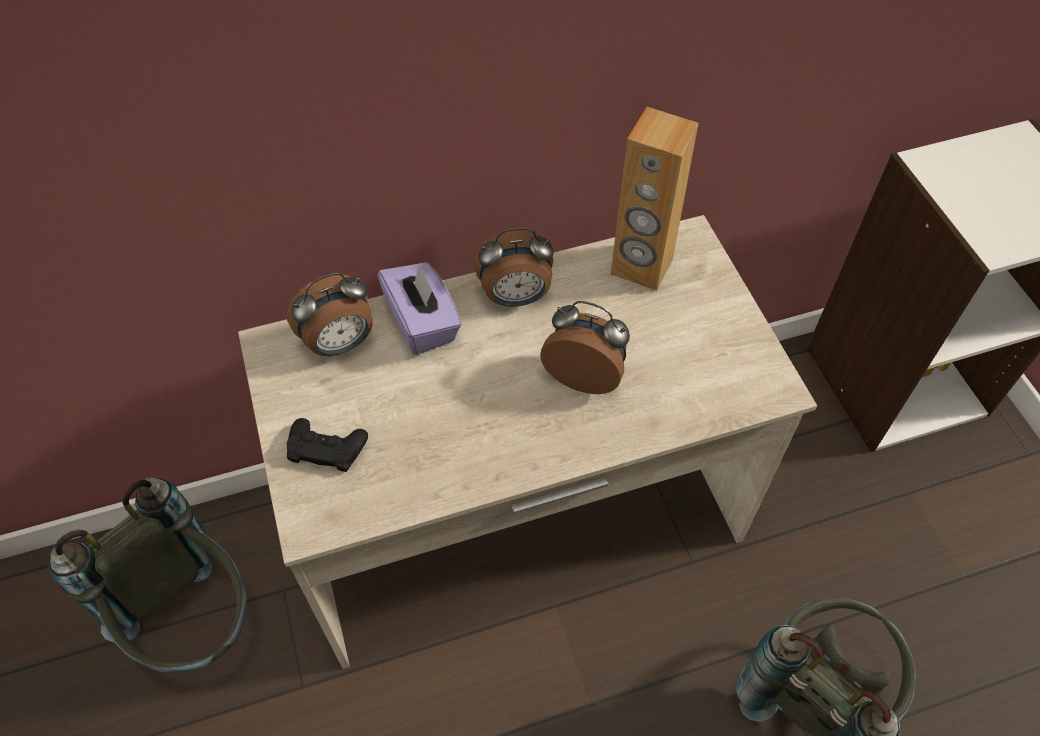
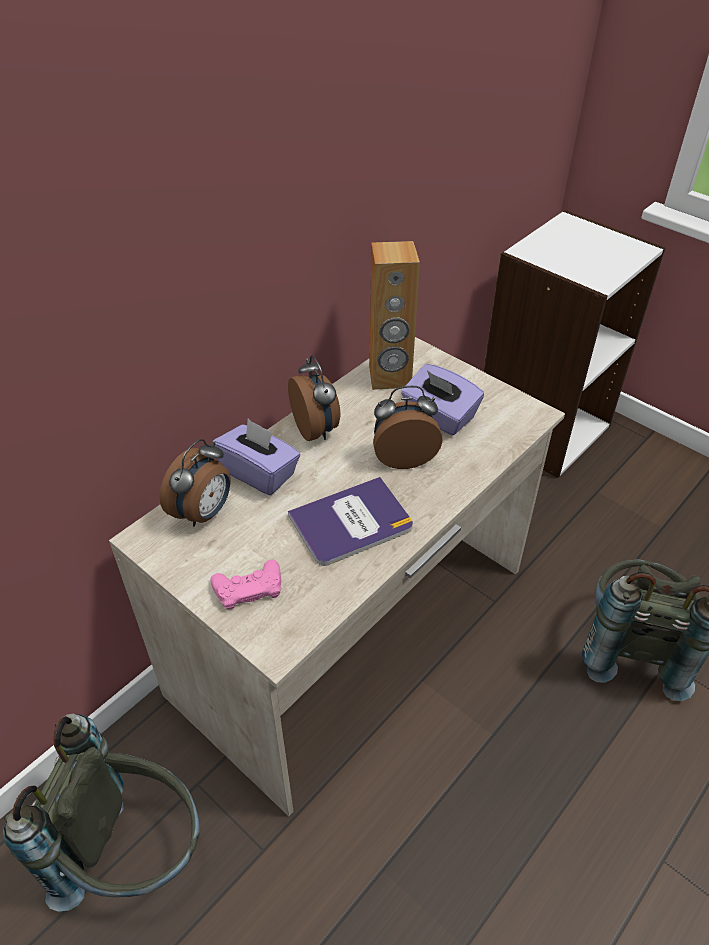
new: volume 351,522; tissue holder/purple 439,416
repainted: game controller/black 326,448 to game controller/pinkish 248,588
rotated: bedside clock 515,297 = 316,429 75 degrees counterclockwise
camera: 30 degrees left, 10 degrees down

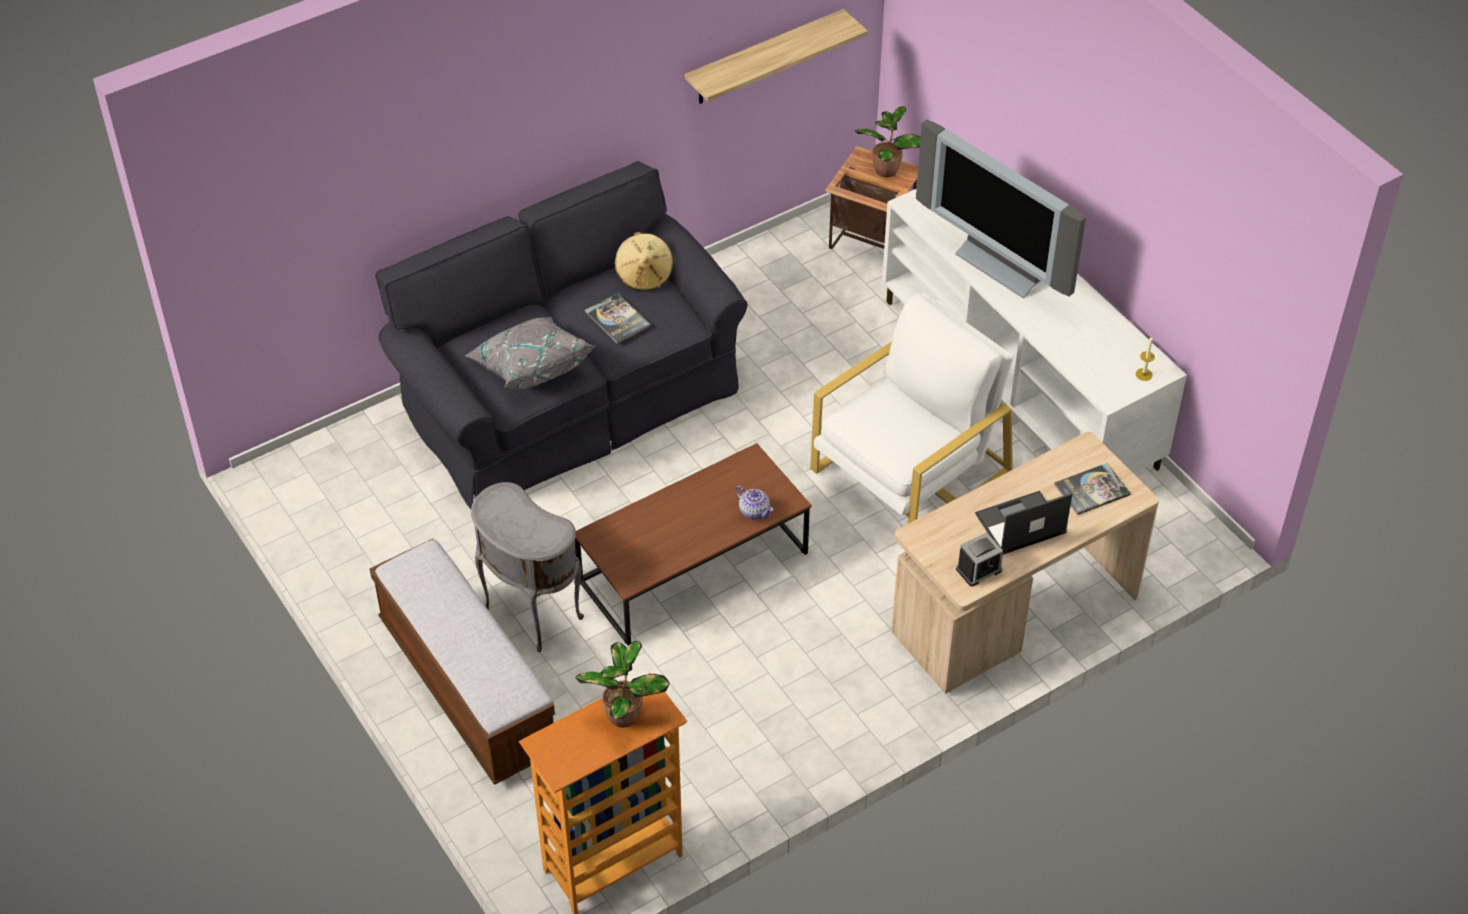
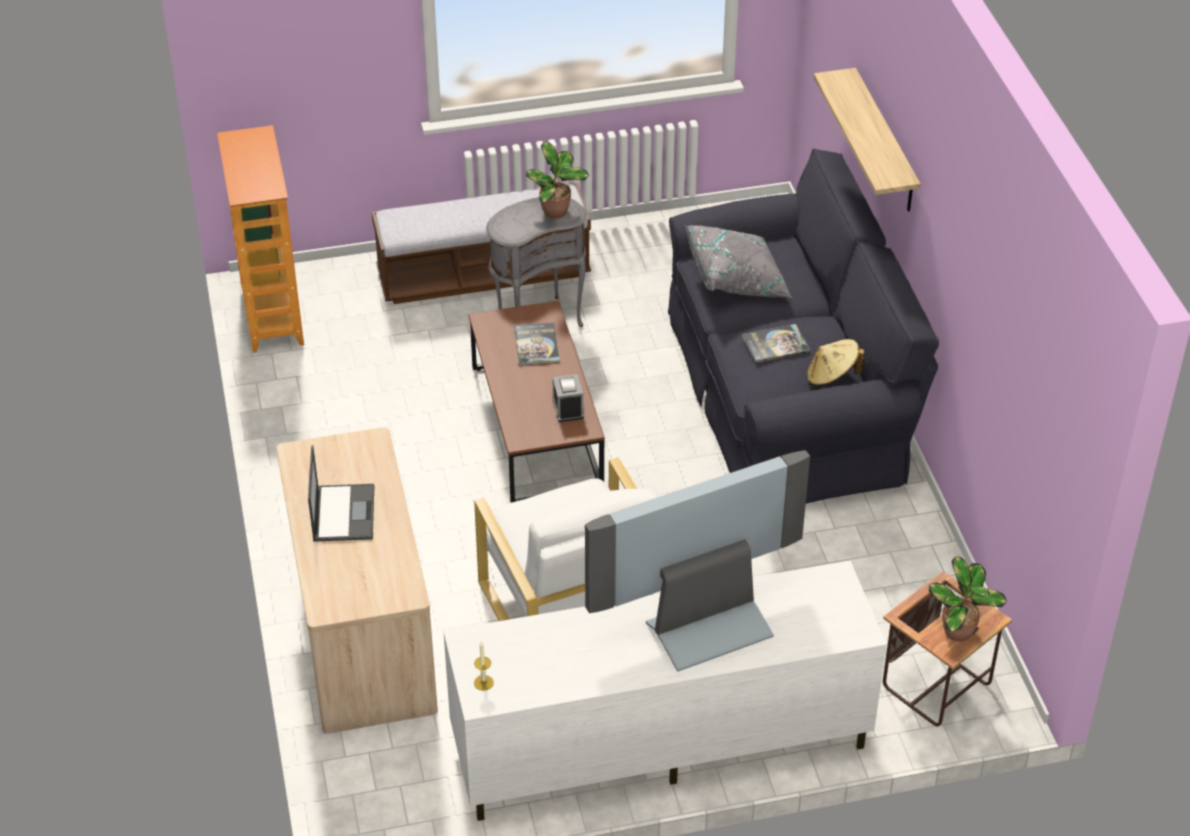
gone: teapot 754,511
shifted: houseplant 624,714 to 556,212; bracket shelf 765,58 to 885,142; bedside clock 978,569 to 568,408; volume 1092,490 to 536,345
camera: 110 degrees right, 5 degrees down

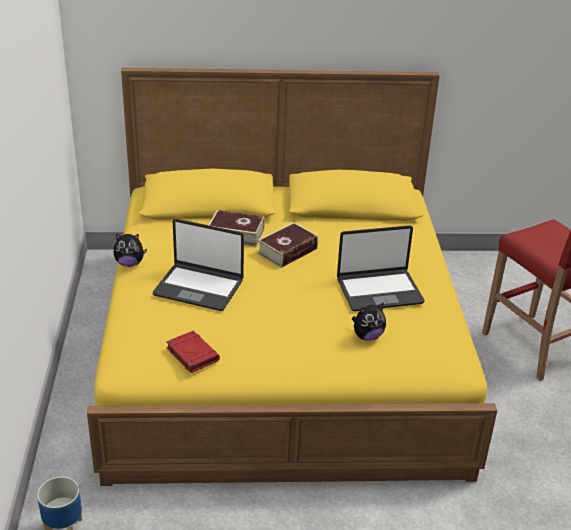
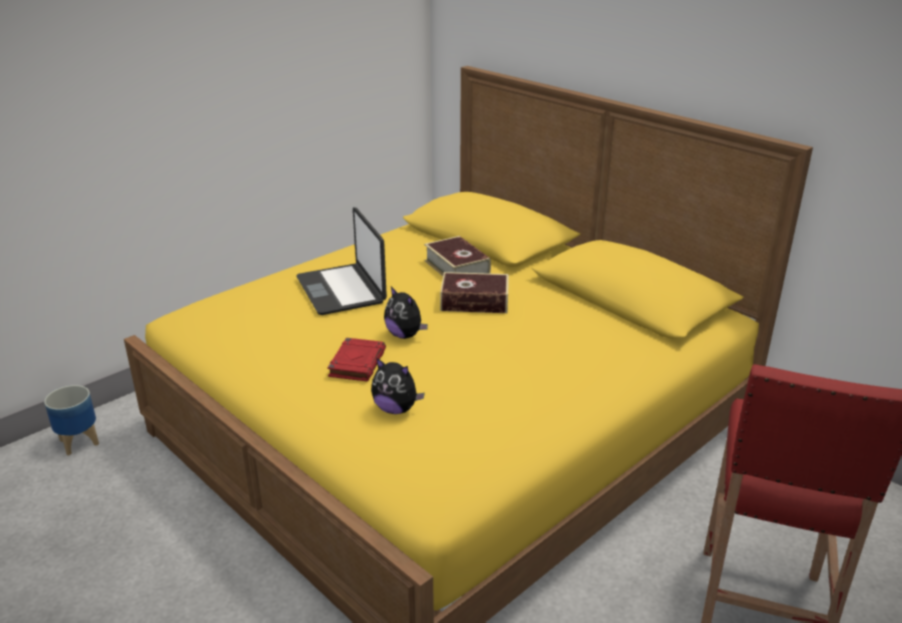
gone: notebook computer 379,291
shifted: soft toy 129,264 to 405,335; volume/reddish 192,354 to 357,363
camera: 50 degrees right, 5 degrees down

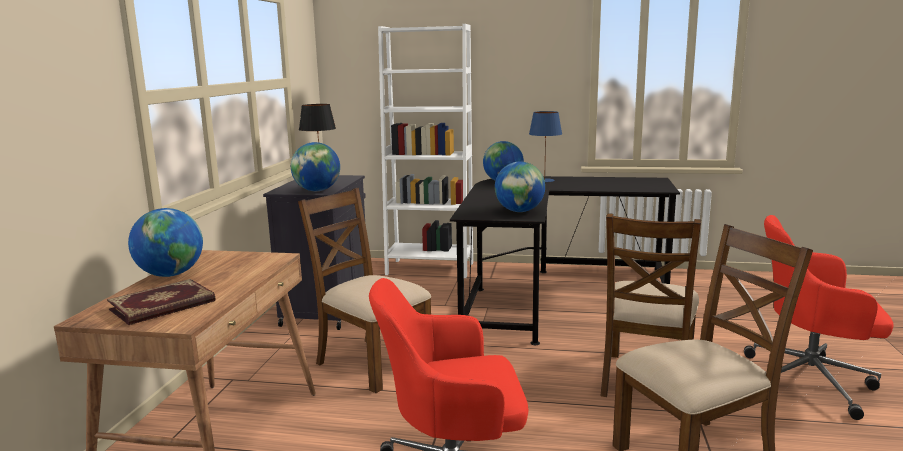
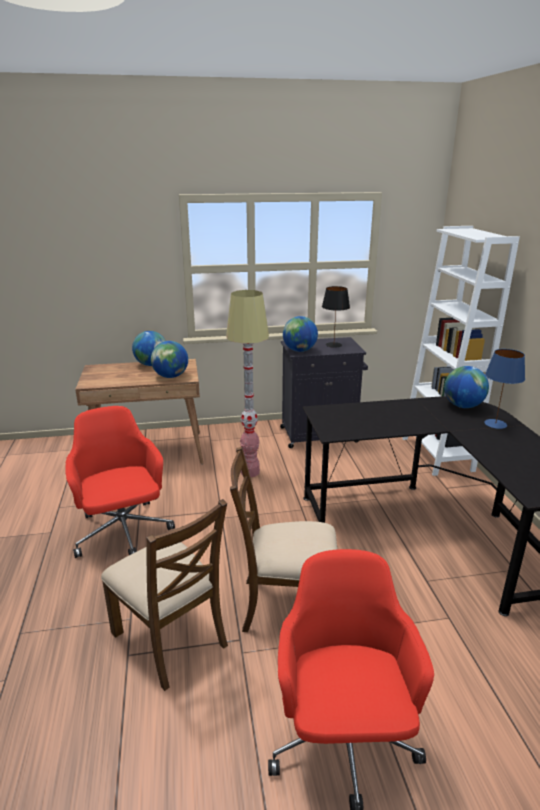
gone: volume 163,306
shifted: world globe 519,211 to 171,376
swapped: chair/brown 371,363 to floor lamp 250,472
camera: 70 degrees right, 10 degrees up

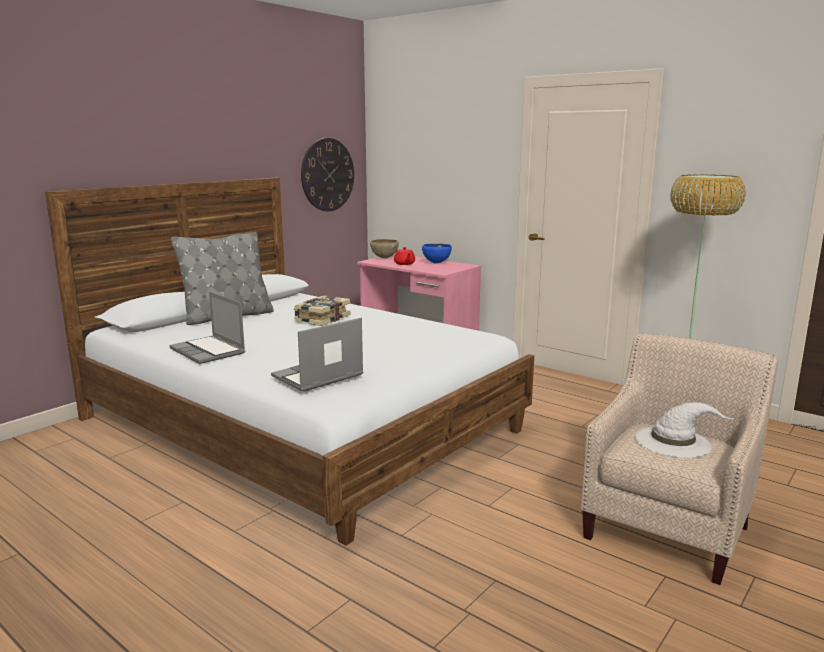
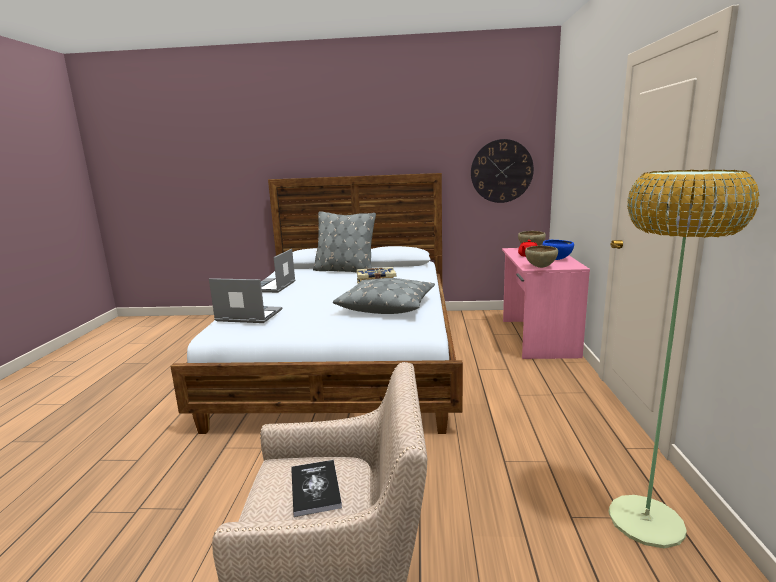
new: pillow/greyish 387,306; bowl/brown 540,267
swapped: wearable hat/white-coloured 674,441 to volume 315,488
camera: 55 degrees right, 0 degrees up

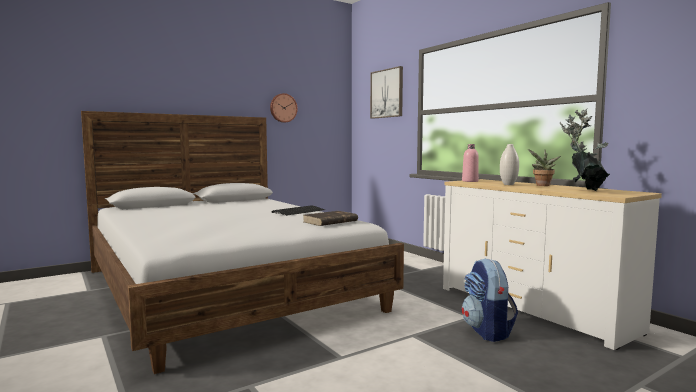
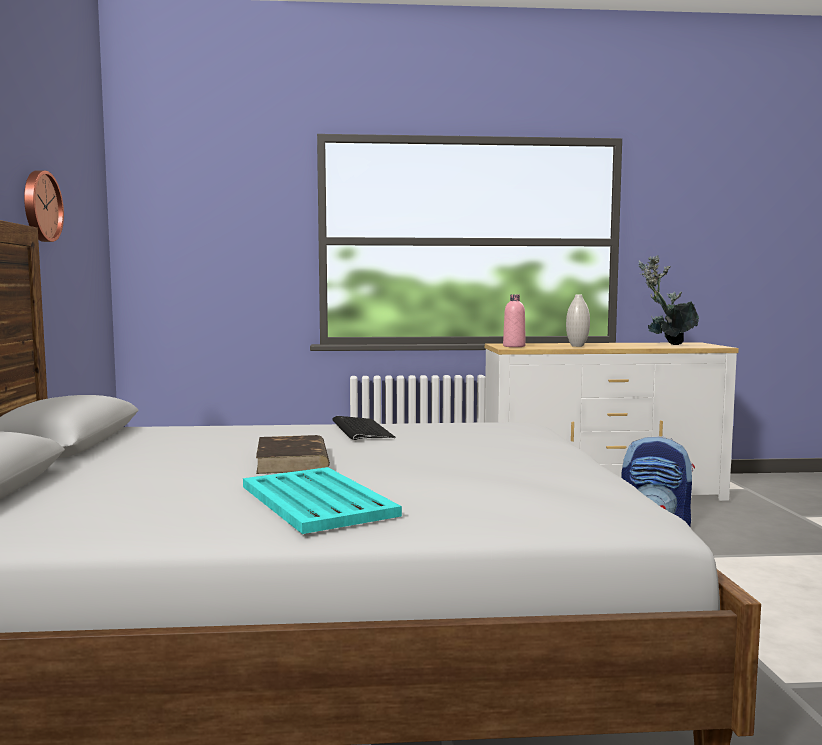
gone: wall picture 387,93; houseplant 542,185
new: serving tray/blue-green 316,500
shifted: volume/brown 330,221 to 292,460
camera: 60 degrees left, 0 degrees up

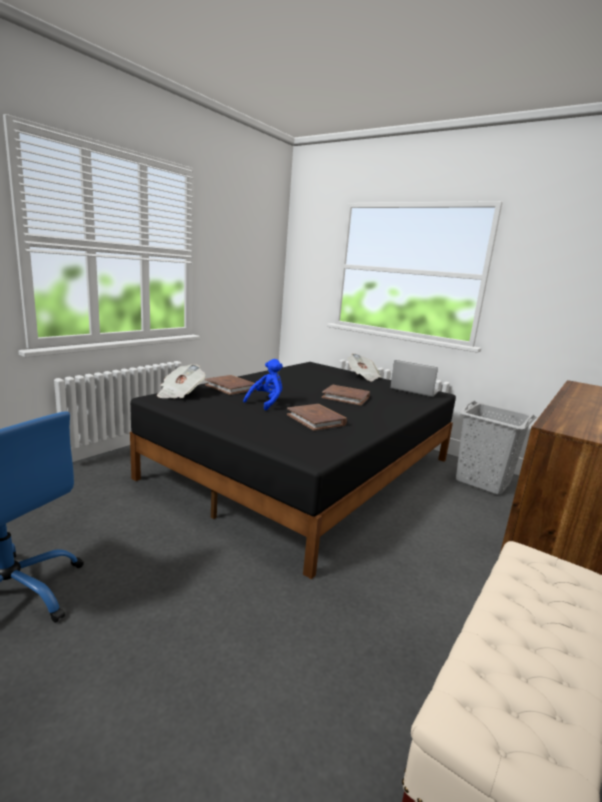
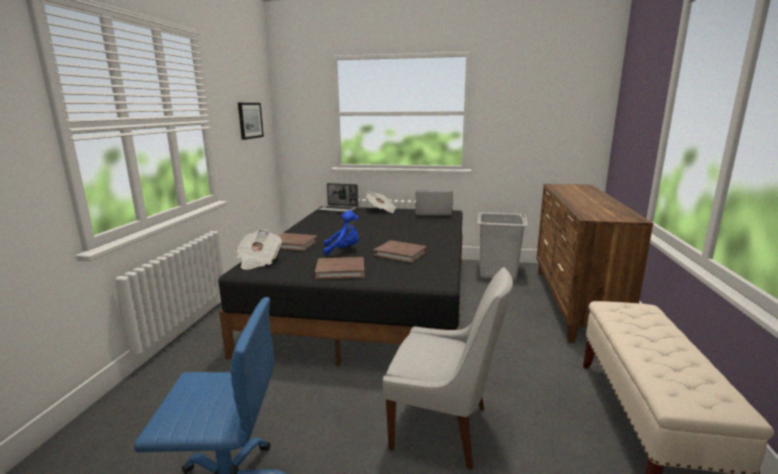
new: wall picture 250,120; notebook computer 339,209; chair/white-coloured 444,428
shifted: volume/brown 346,397 to 340,271
rotated: soft toy/bluish 266,403 = 343,250 75 degrees clockwise
camera: 25 degrees left, 0 degrees up

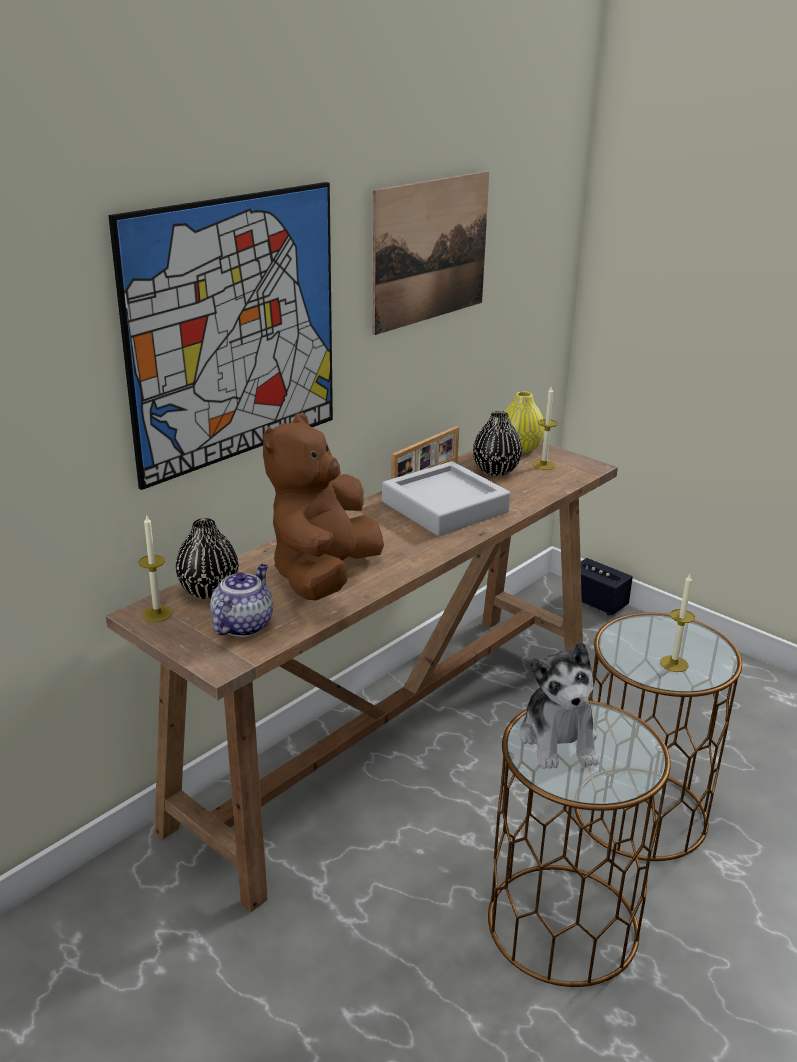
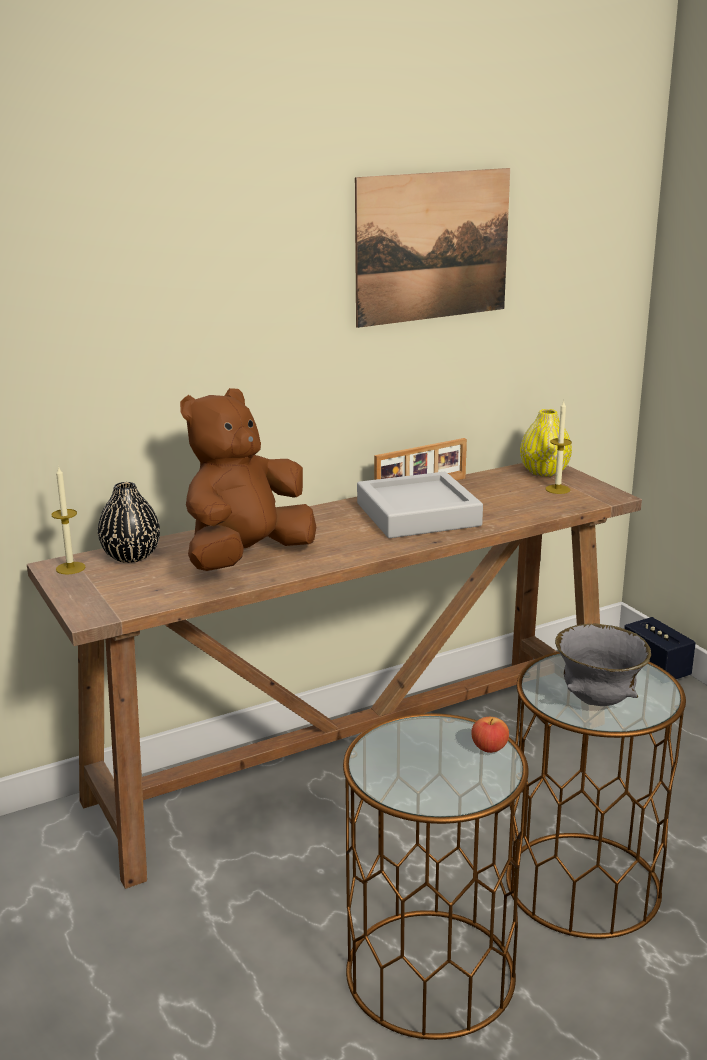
gone: wall picture 234,331; teapot 243,624; decorative vase/black 496,470; soft toy 559,739
new: whole apple 489,748
swapped: wax candle 674,664 to bowl/greyish 597,701
camera: 20 degrees right, 5 degrees down

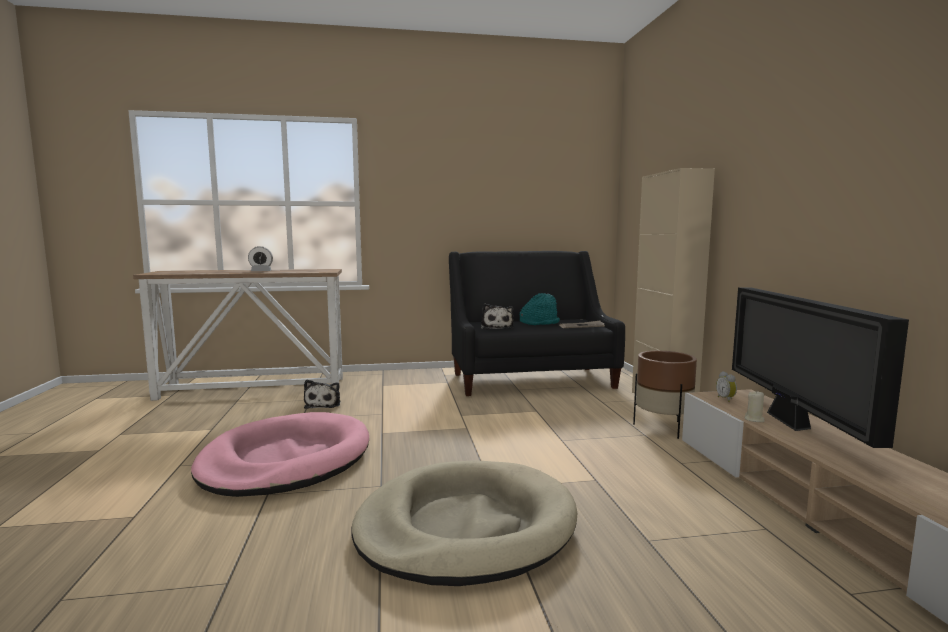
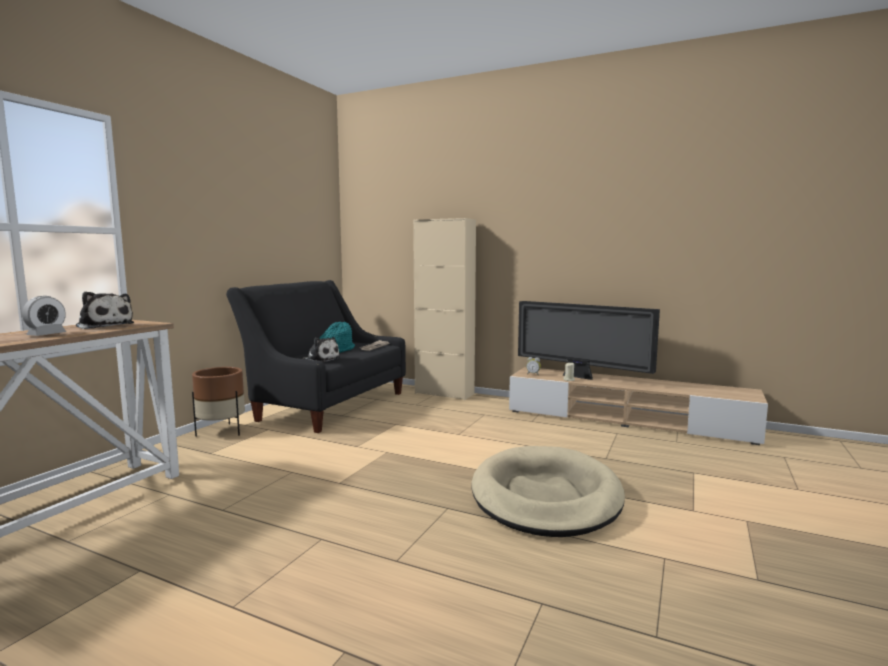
gone: dog cushion/pinkish 286,460
shifted: soft toy 323,404 to 104,326; flower pot/brown 663,428 to 221,432
camera: 55 degrees left, 0 degrees up

